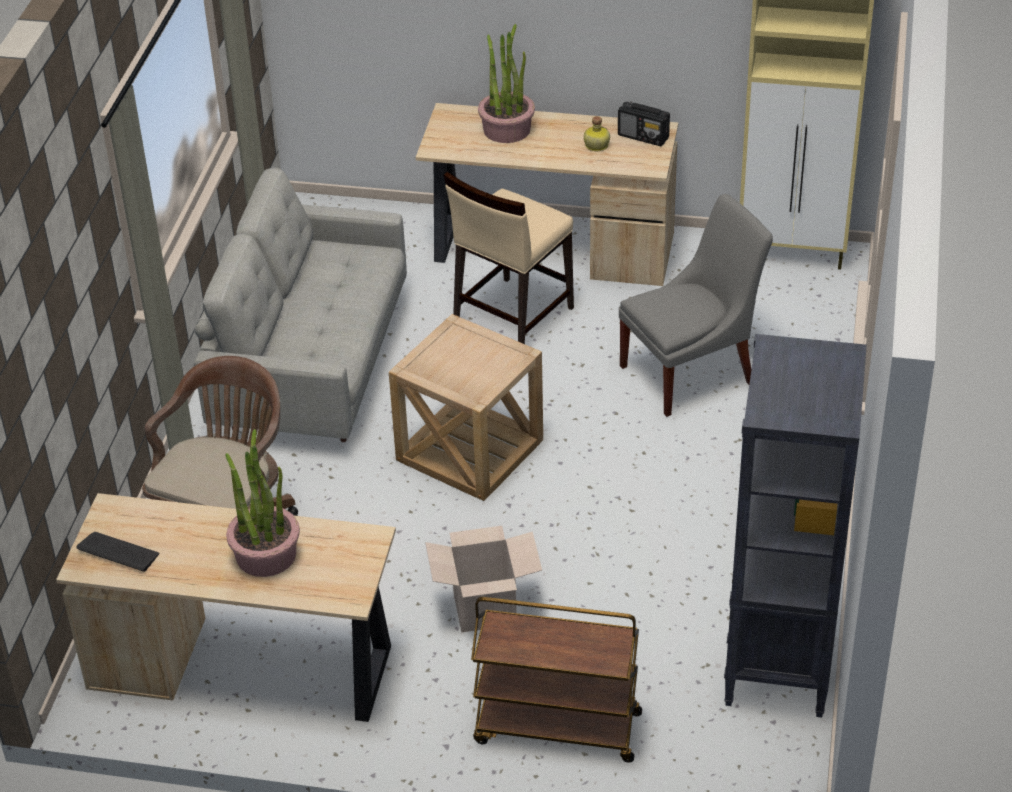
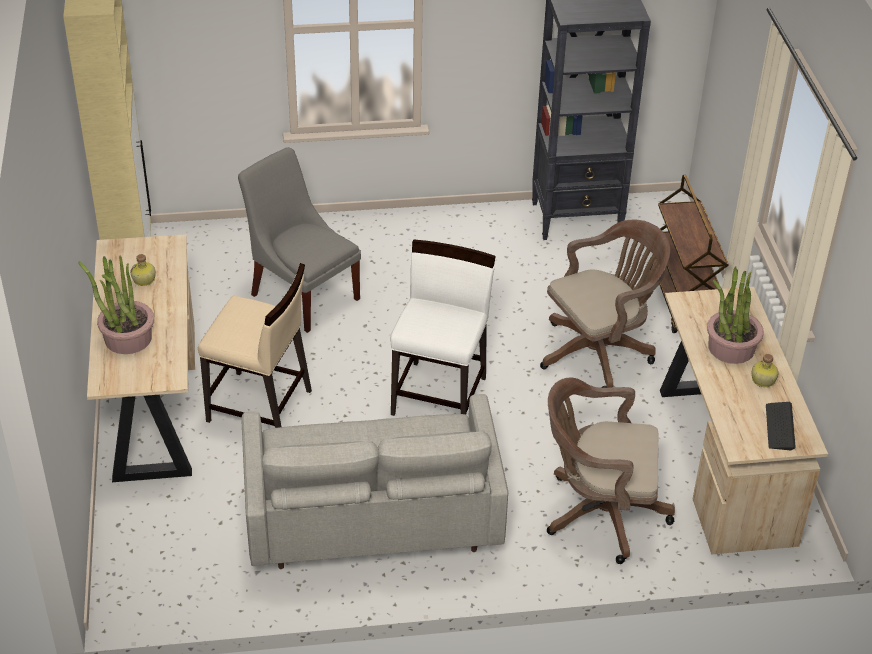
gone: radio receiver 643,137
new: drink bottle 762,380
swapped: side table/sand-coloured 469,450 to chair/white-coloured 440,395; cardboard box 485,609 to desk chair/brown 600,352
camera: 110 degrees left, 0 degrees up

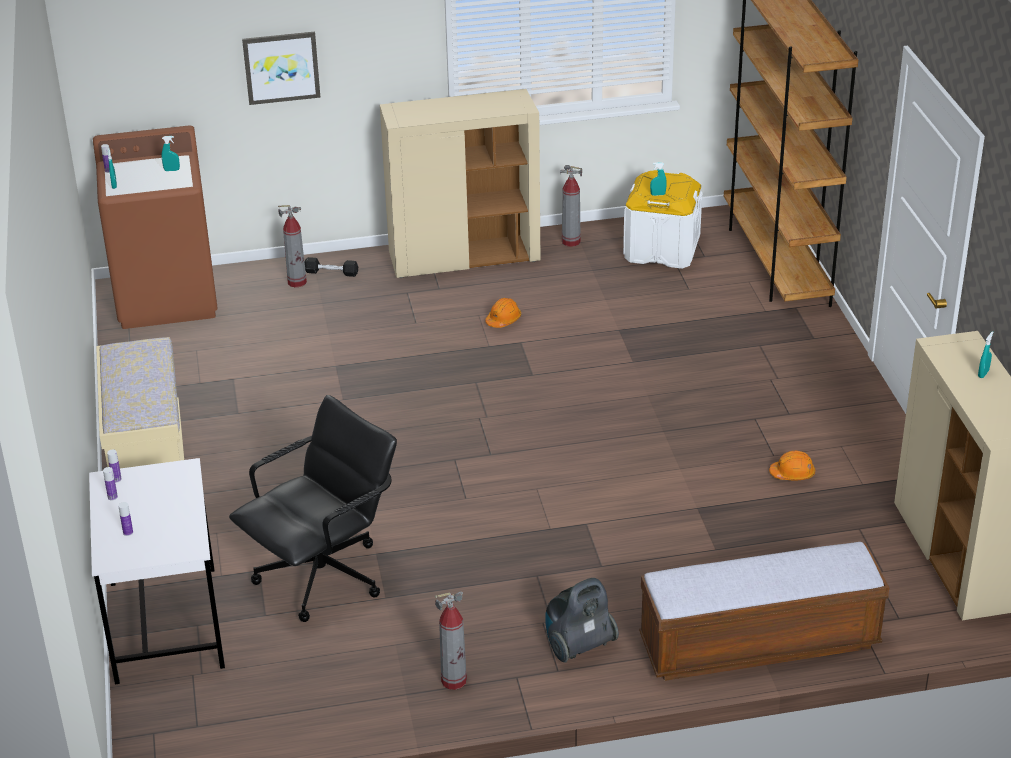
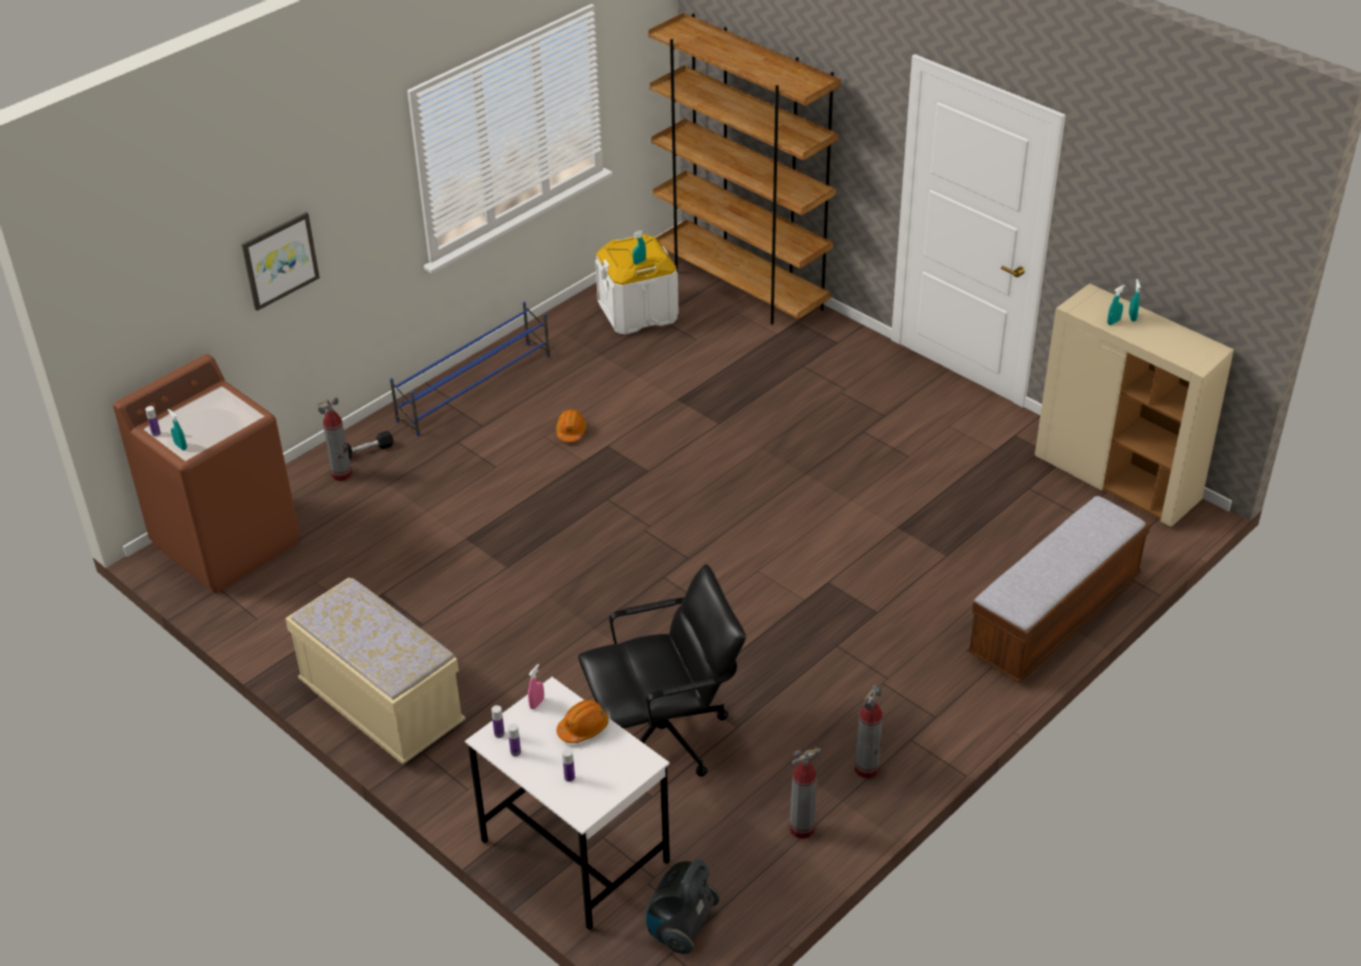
new: spray bottle/pinkish 537,703
shifted: spray bottle/blue-green 172,170 to 1113,322; hoover 578,646 to 680,928; fire extinguisher 570,242 to 802,829; hard hat/orange 792,474 to 583,728
swapped: cabinet/sand-coloured 465,258 to shoe stand/bluish 475,388
rotated: desk chair/black 323,576 = 664,736 60 degrees clockwise
camera: 35 degrees left, 5 degrees up

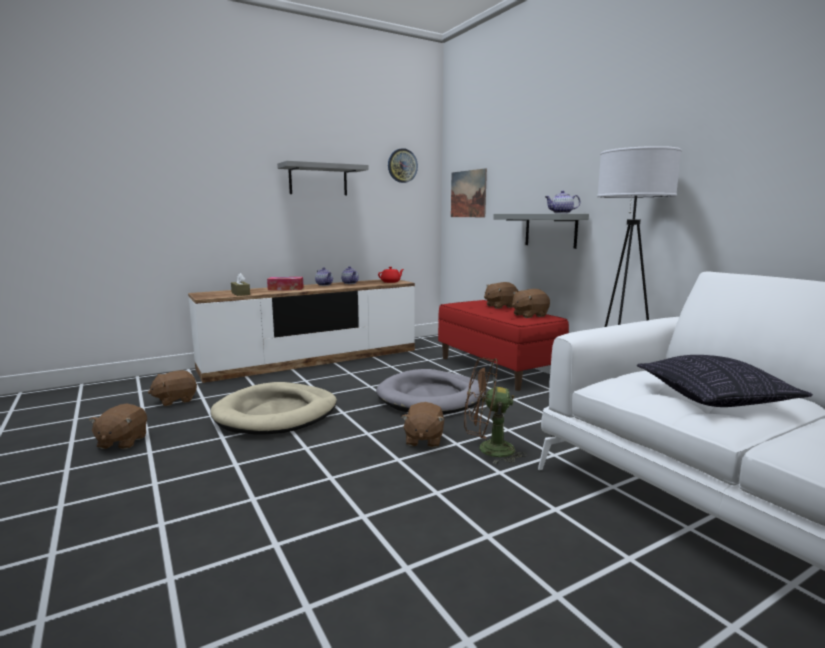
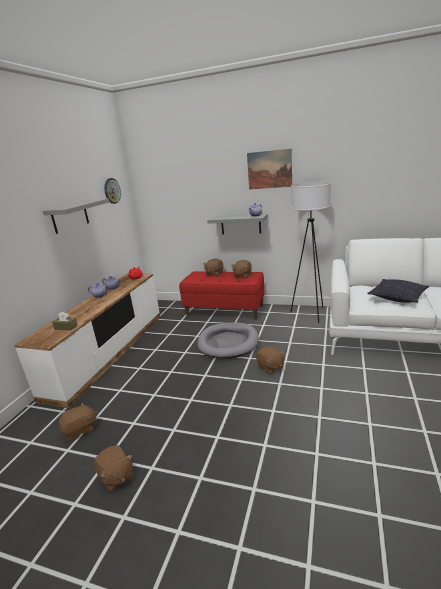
gone: dog cushion/sand-coloured 276,413; tissue holder 285,288; cooling fan/brown 488,450
shifted: wall picture 468,194 to 269,169
rotated: soft toy/brown 175,400 = 80,430 135 degrees counterclockwise
camera: 40 degrees left, 10 degrees up

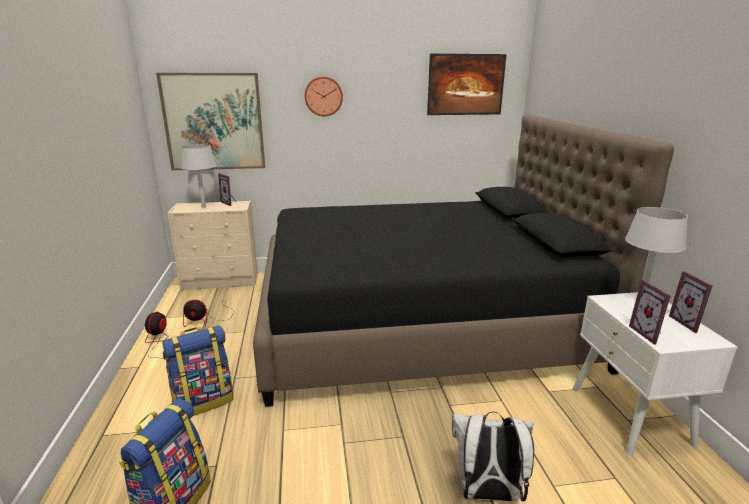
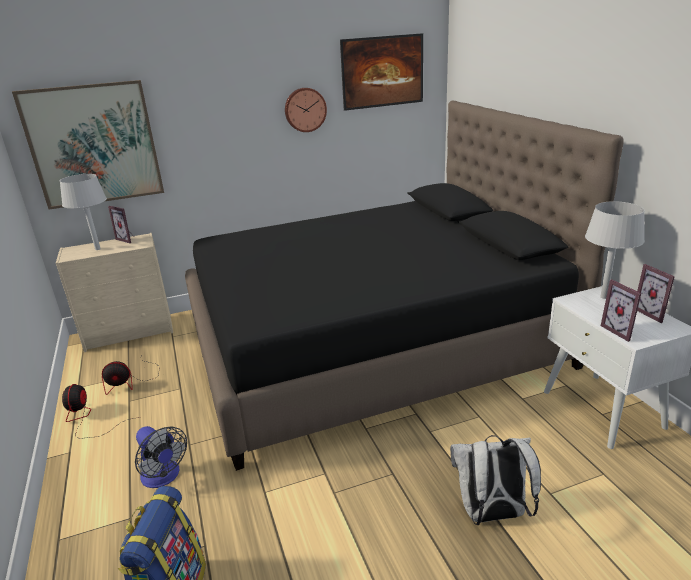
shifted: wall clock 323,96 to 305,109
swapped: knapsack 204,401 to cooling fan 163,477
camera: 10 degrees left, 5 degrees up

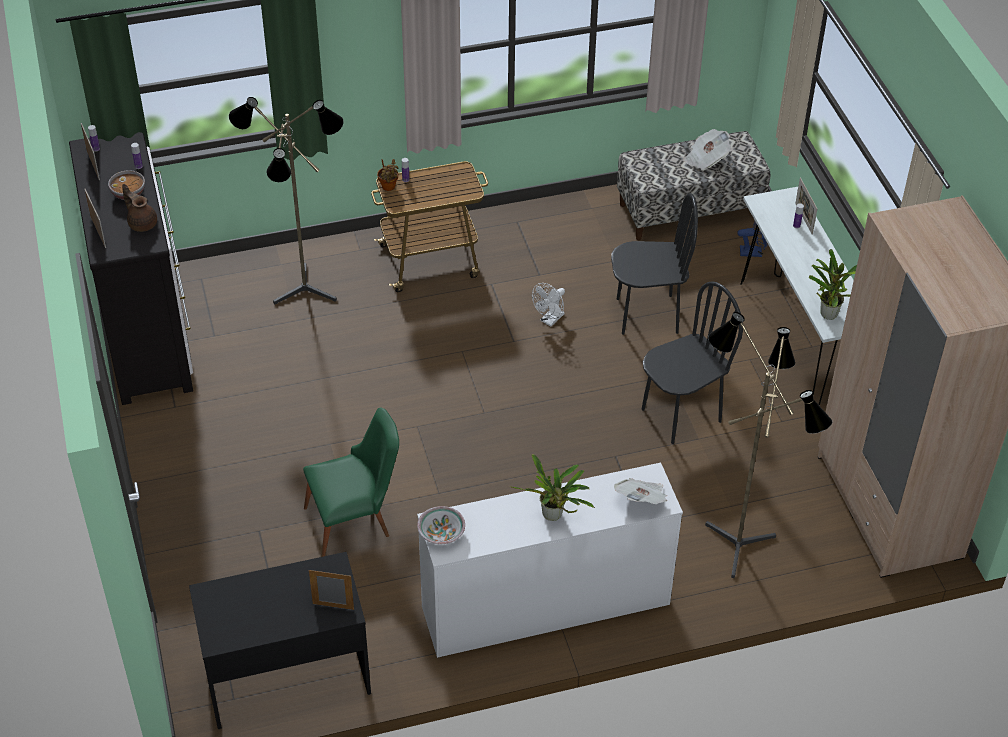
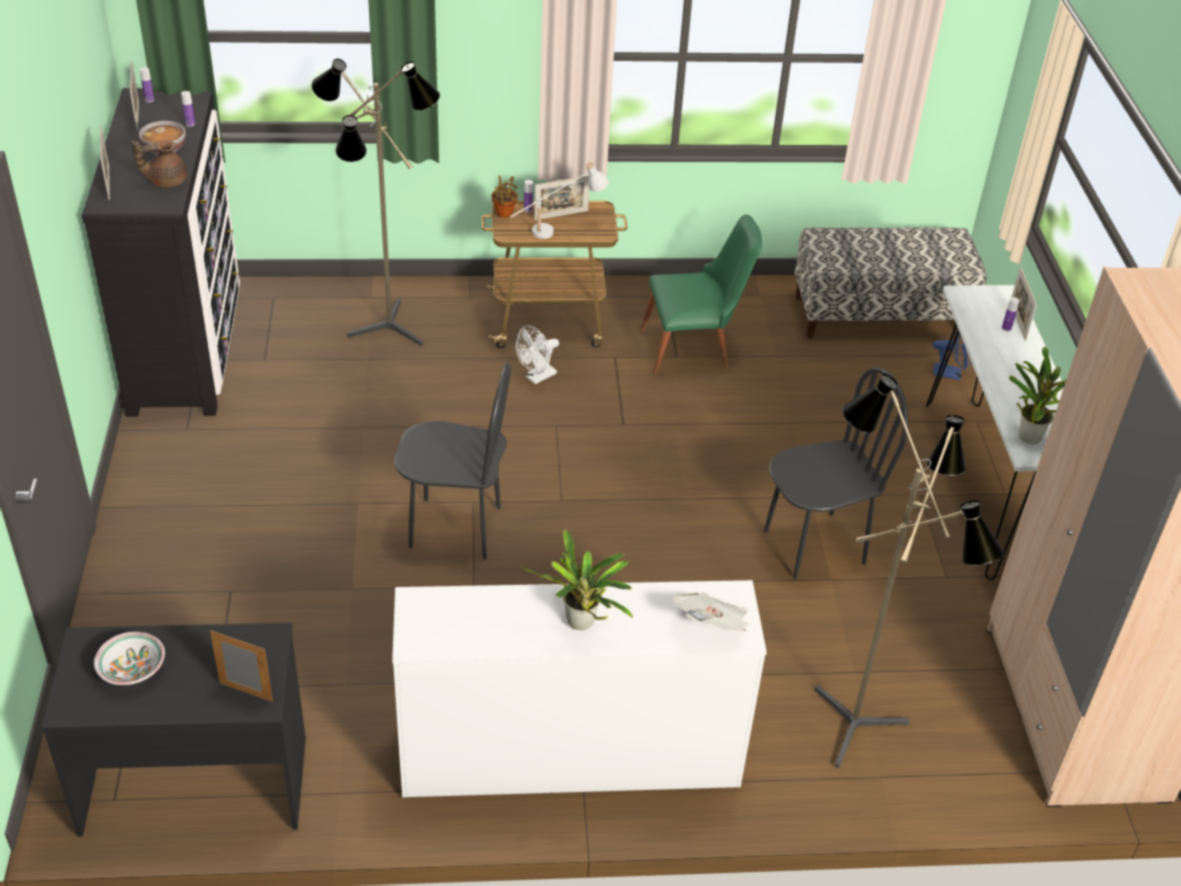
gone: newspaper 706,159
new: table lamp/white-coloured 558,230; photo frame 561,215
shifted: chair/green 356,521 to 694,349; bowl 441,532 to 133,669; cooling fan/white-coloured 550,320 to 537,377; chair/black 647,315 to 455,527
rotated: teapot/brown 142,223 = 166,181 75 degrees counterclockwise
camera: 10 degrees right, 5 degrees down

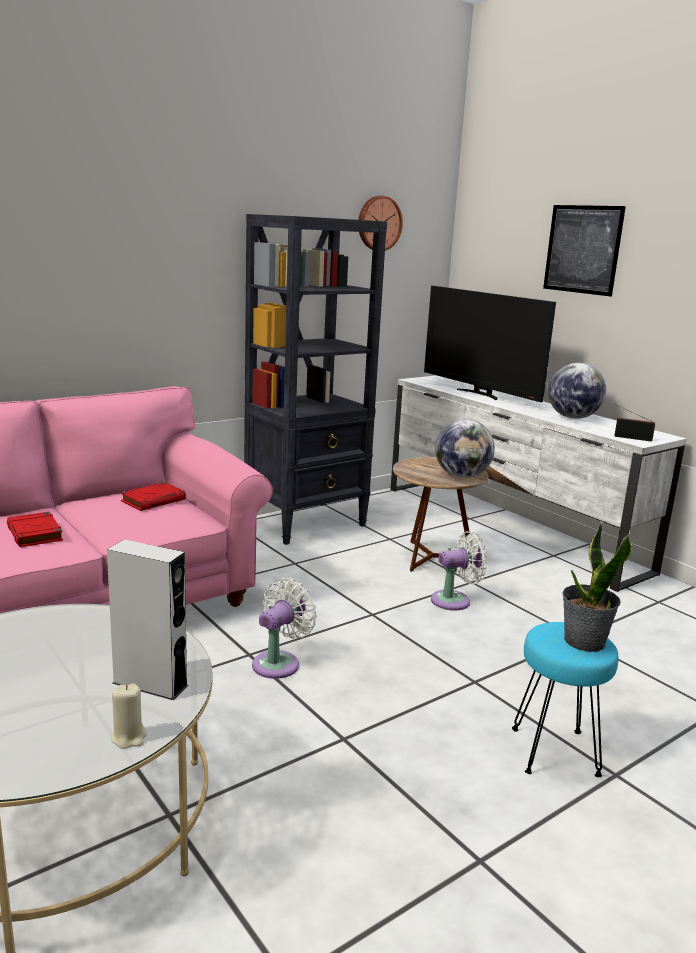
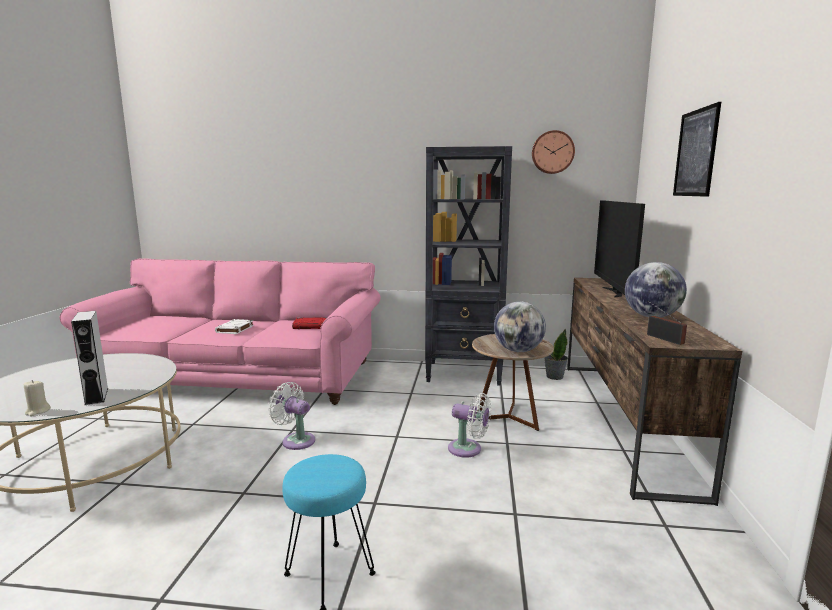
shifted: houseplant 584,641 to 554,376
repainted: volume/reddish 35,534 to volume/white-coloured 235,329; tv unit/white-coloured 509,528 to tv unit/brown 621,418
rotated: cooling fan/white-coloured 279,663 = 296,440 135 degrees counterclockwise
camera: 45 degrees right, 5 degrees down

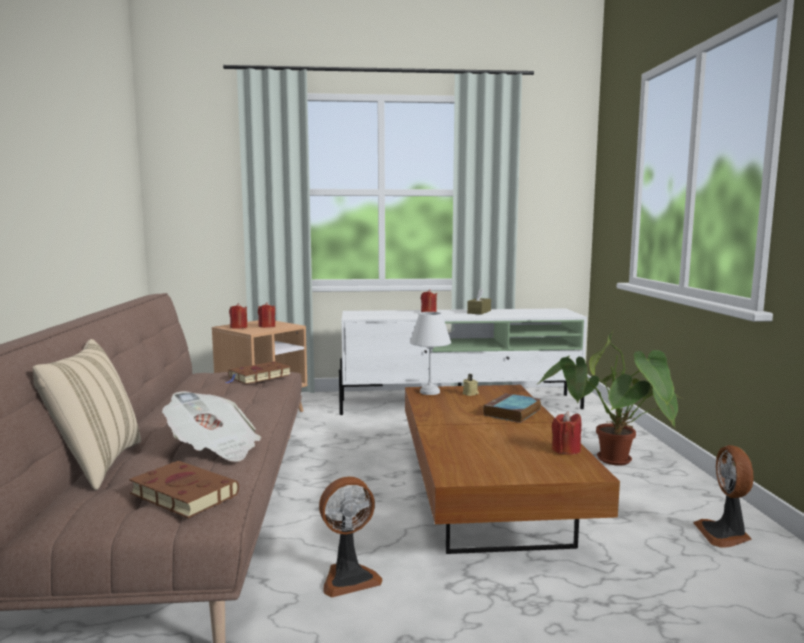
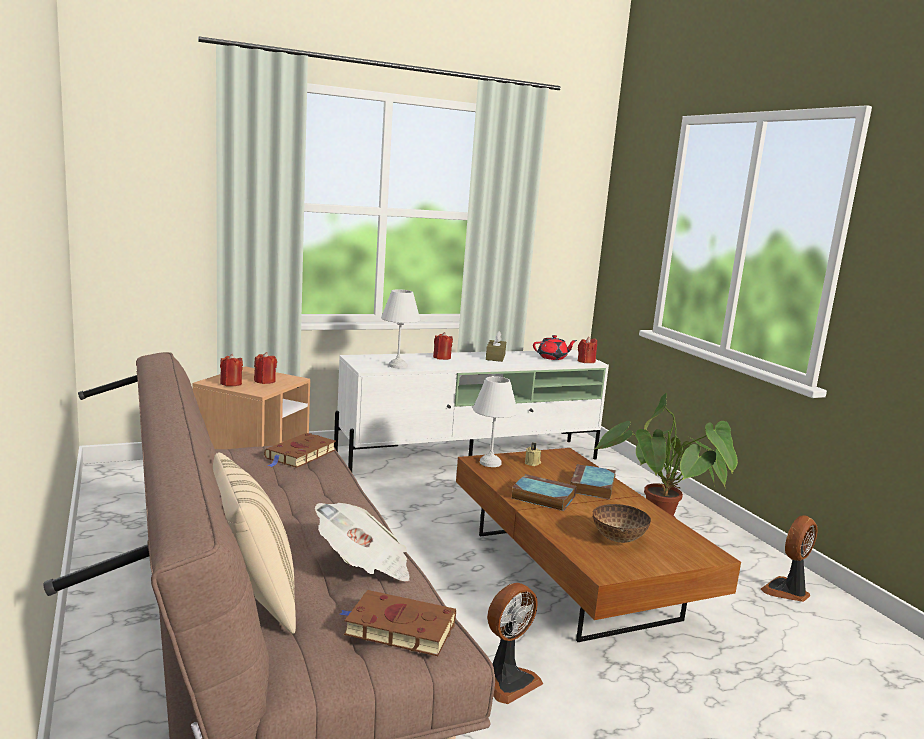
new: table lamp/white-coloured 397,365; volume 541,497; teapot/reddish 553,358; bowl 617,539
shifted: wax candle/reddish 566,450 to 586,361
rotated: cooling fan 724,535 = 787,592 60 degrees clockwise
camera: 20 degrees left, 5 degrees up

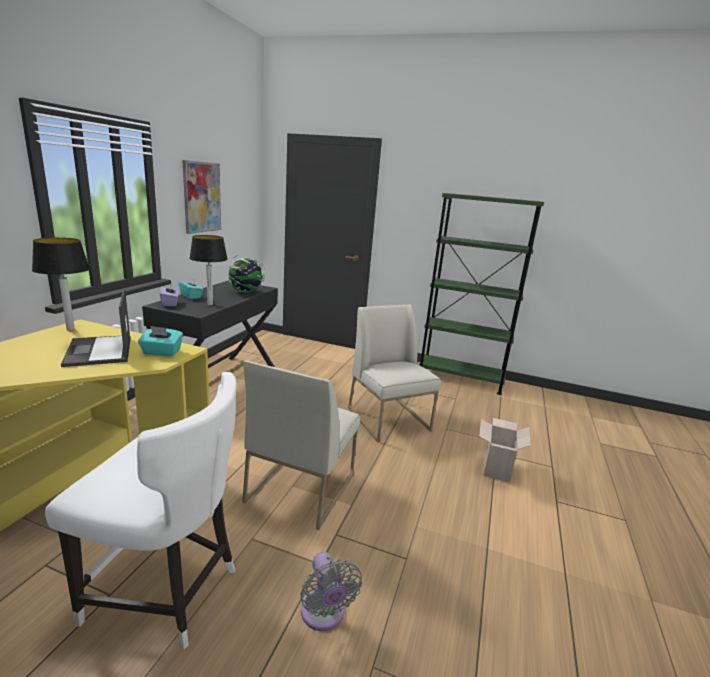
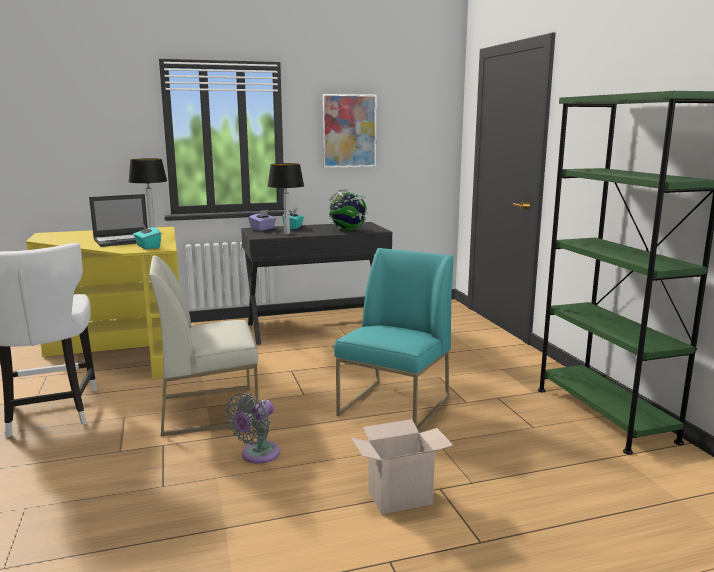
shifted: cooling fan/greyish 324,615 to 257,455
repainted: chair/white-coloured 389,419 to chair/blue-green 394,407
rotated: notebook computer 99,351 = 126,240 150 degrees counterclockwise
camera: 55 degrees right, 5 degrees down

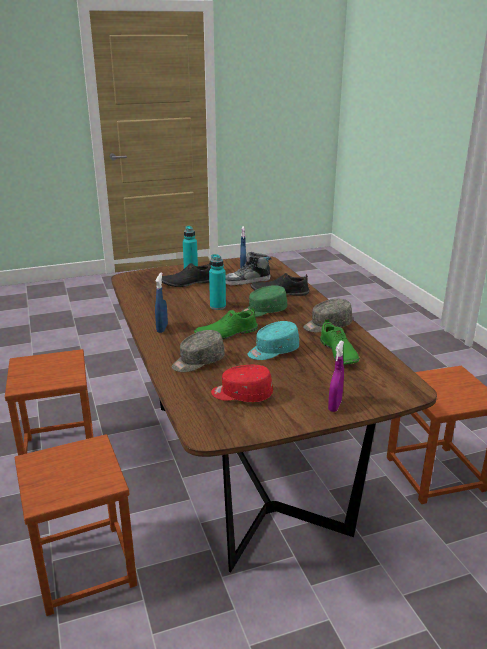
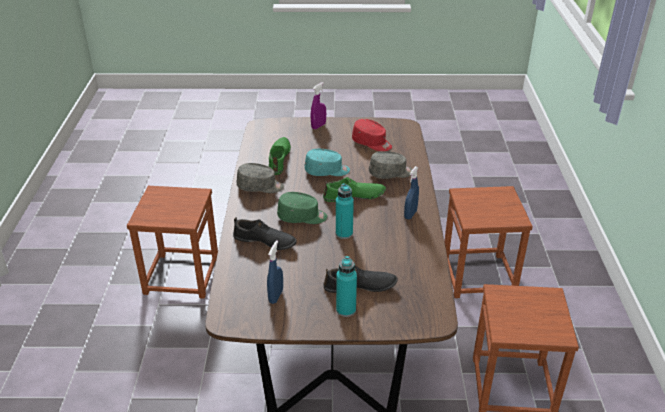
gone: item of footwear 247,281
camera: 160 degrees left, 10 degrees up

